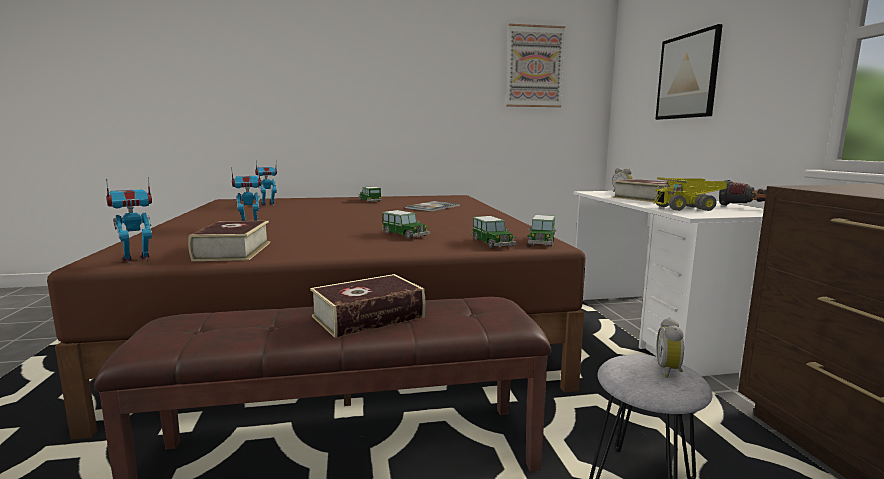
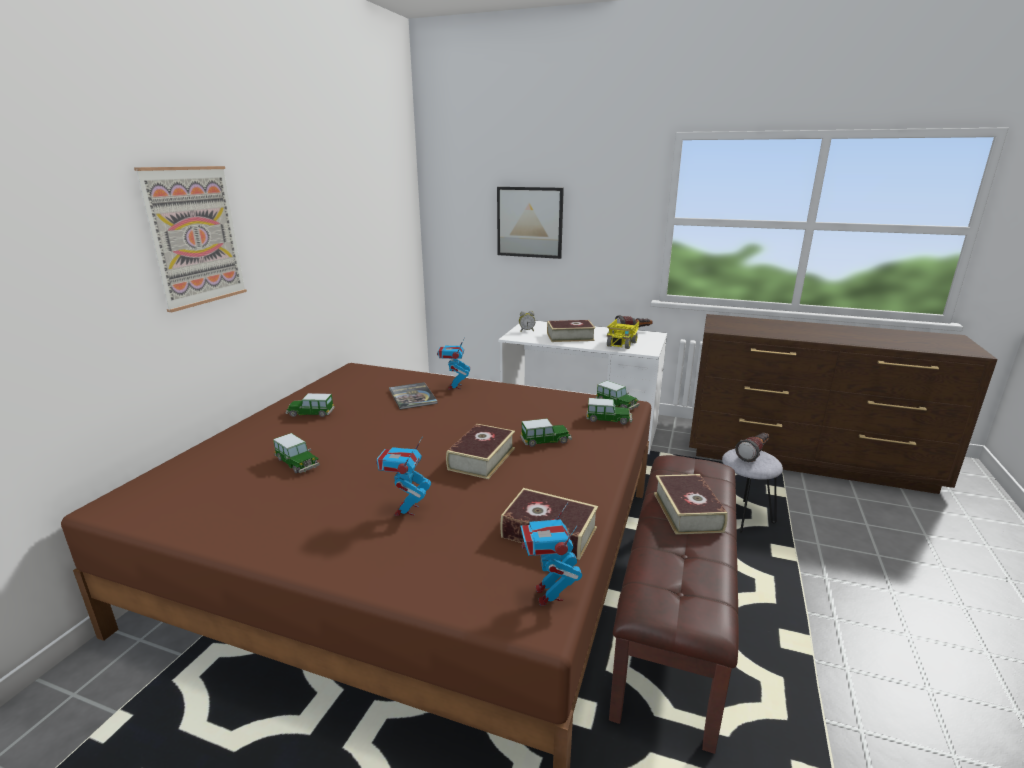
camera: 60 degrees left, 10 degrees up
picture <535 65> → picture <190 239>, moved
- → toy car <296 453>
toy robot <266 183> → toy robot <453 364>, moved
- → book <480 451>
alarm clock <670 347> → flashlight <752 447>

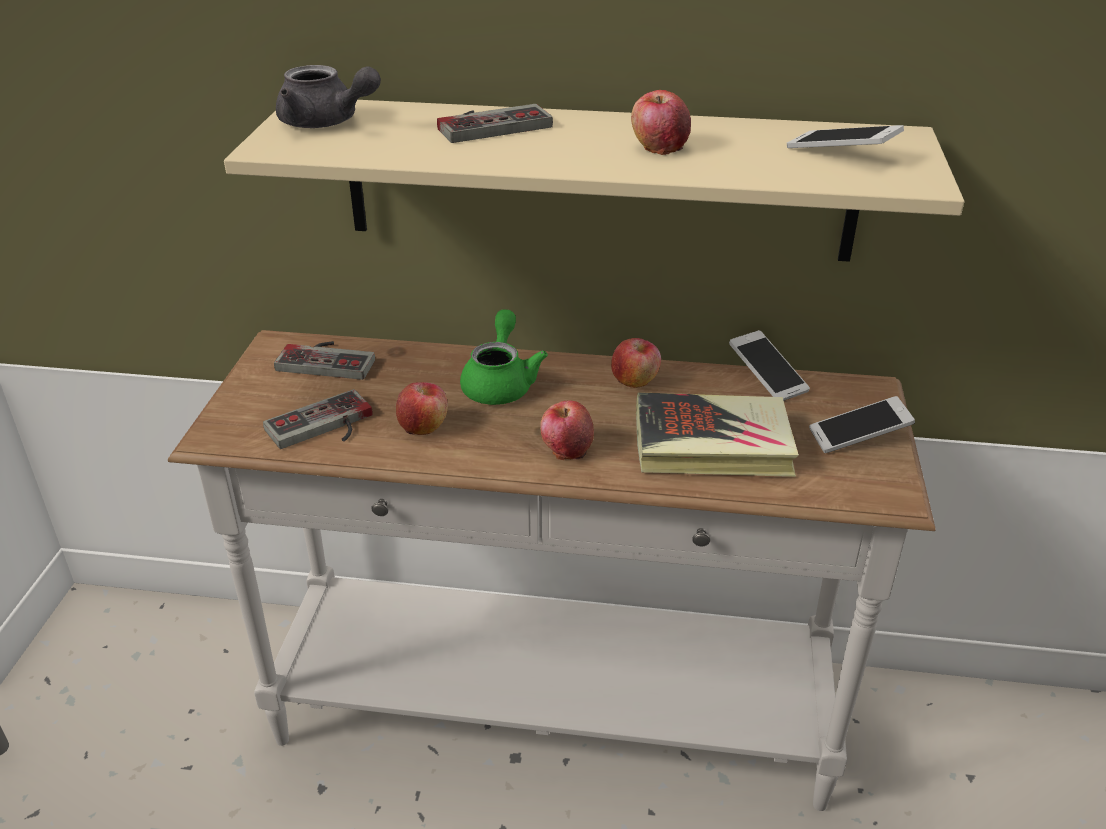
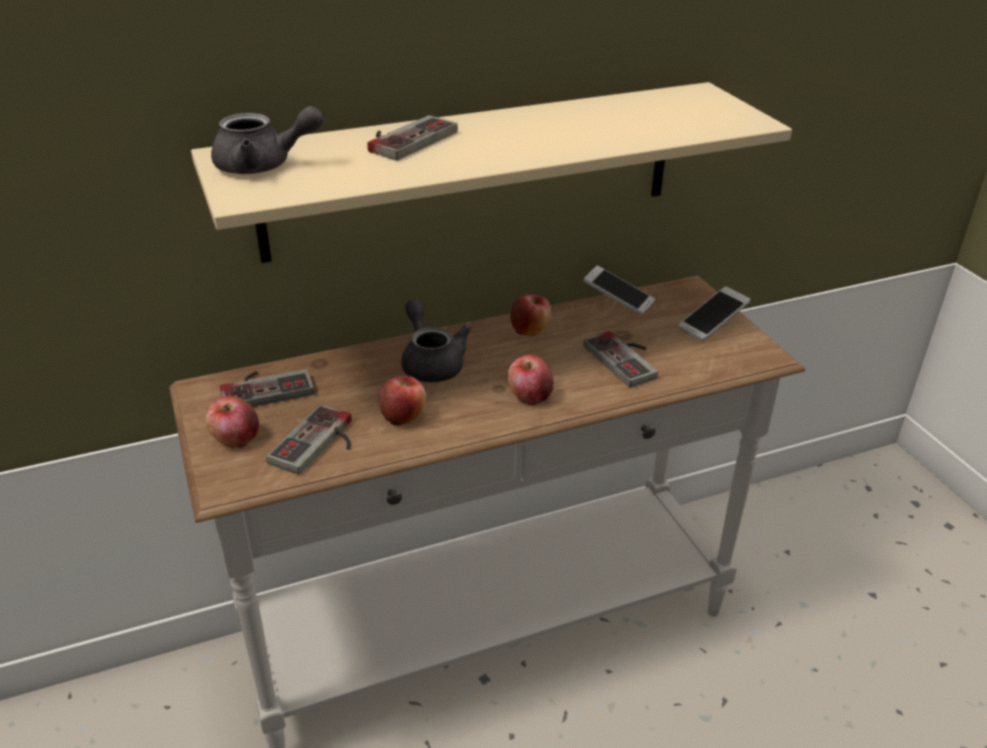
camera: 30 degrees left, 0 degrees up
apple <661 122> → apple <232 422>, moved
teapot (green) <504 357> → teapot (grey) <436 340>
book <717 434> → game controller <620 359>
phone <845 136> → -

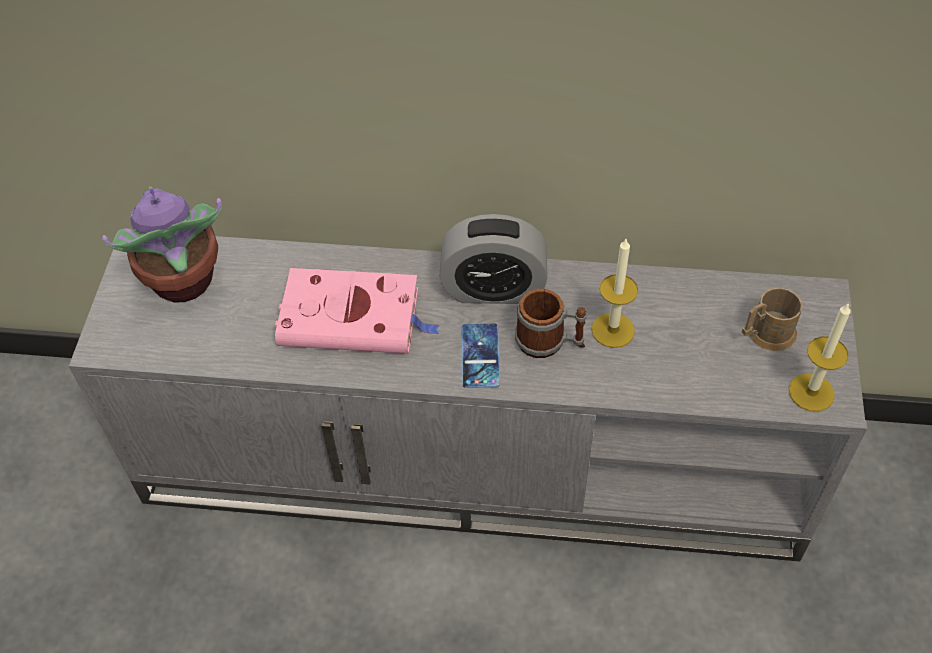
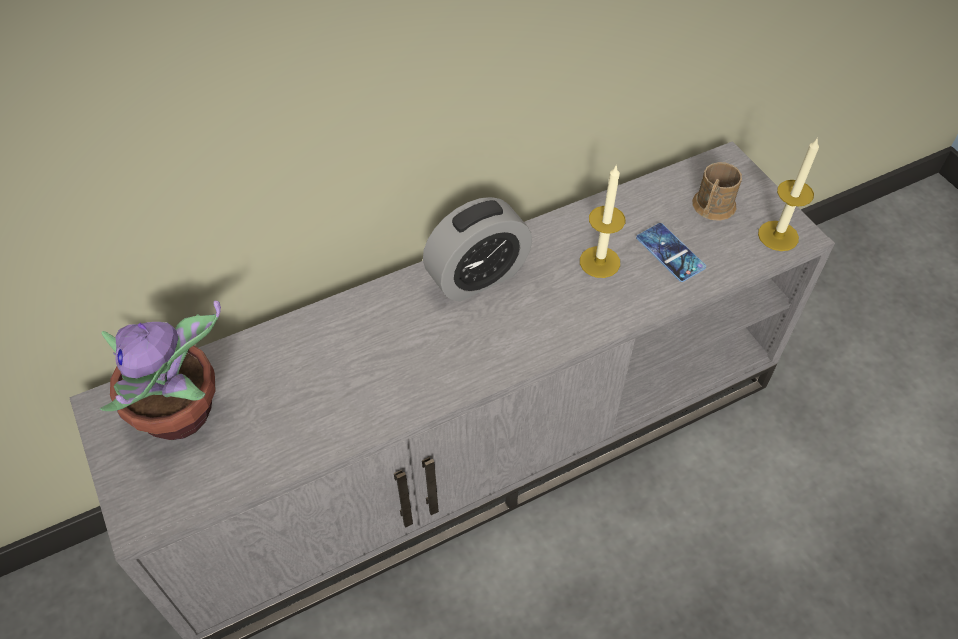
camera: 35 degrees left, 0 degrees up
phone <481 355> → phone <671 252>, moved
book (pink) <357 311> → -
mug <551 323> → -

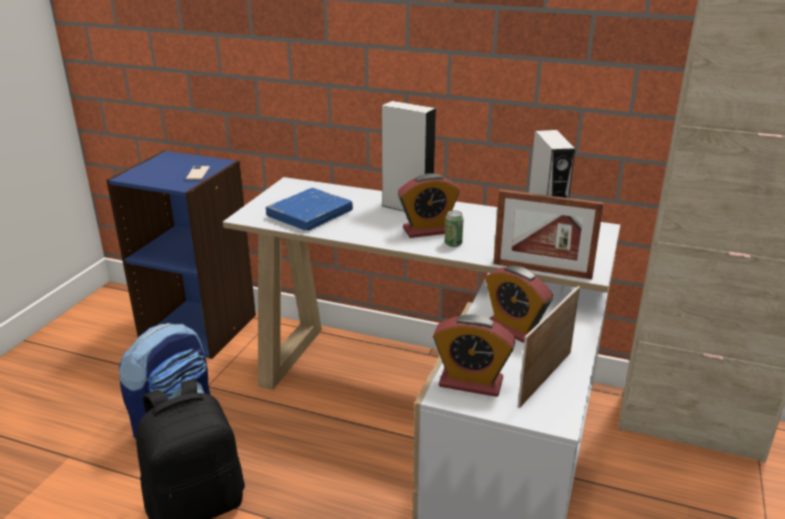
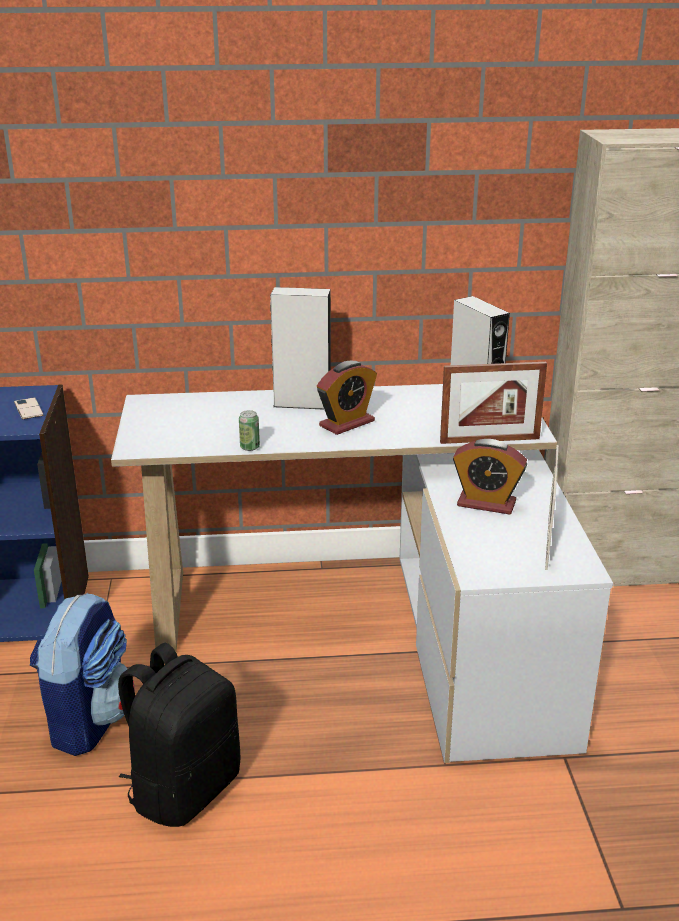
camera: 25 degrees left, 0 degrees up
can <454 229> → can <249 430>, moved
book (blue) <309 209> → -
alarm clock <474 355> → -

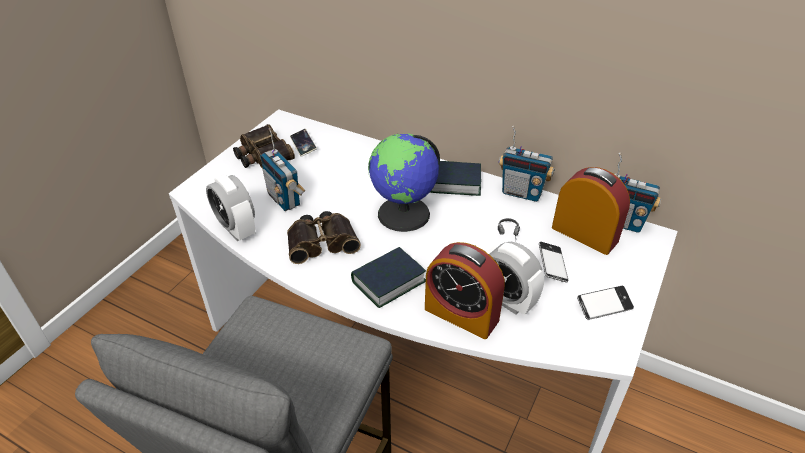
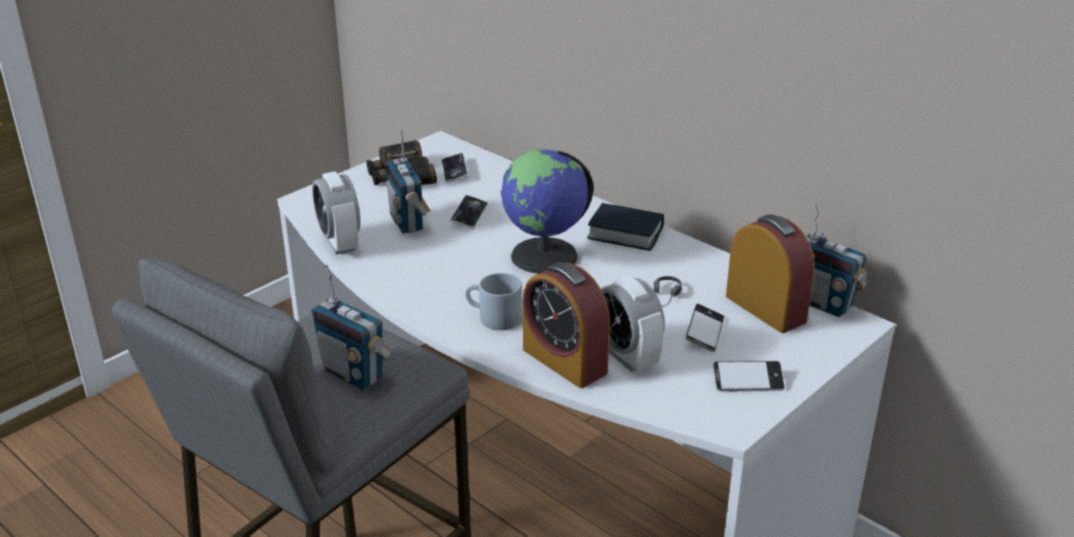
camera: 15 degrees right, 10 degrees down
radio <527 164> → radio <352 327>, moved
- → phone <469 212>
book <388 277> → mug (grey) <494 301>
binoculars <324 237> → -

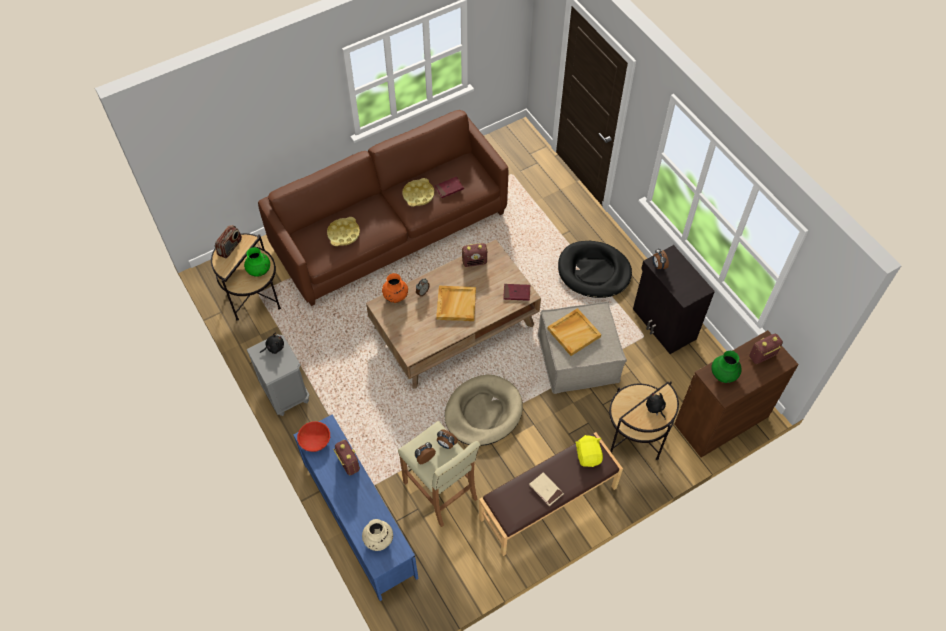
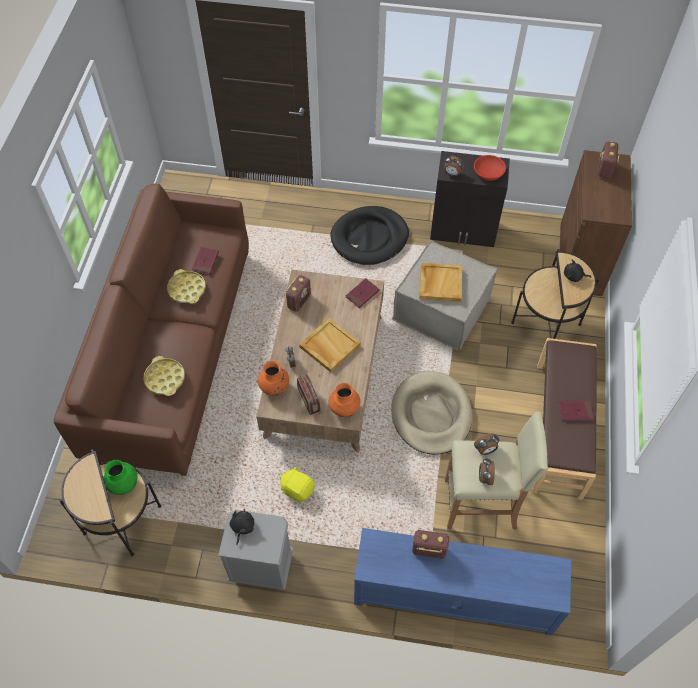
camera: 50 degrees left, 0 degrees up
plush toy (yellow) <589 451> → plush toy (yellow) <297 484>, moved
radio <228 242> → radio <309 394>, moved
- → vase (orange) <344 400>
bowl (red) <313 436> → bowl (red) <490 168>, moved
book (beige) <546 489> → book (red) <576 411>
vase (beige) <377 535> → -
vase (green) <726 367> → -

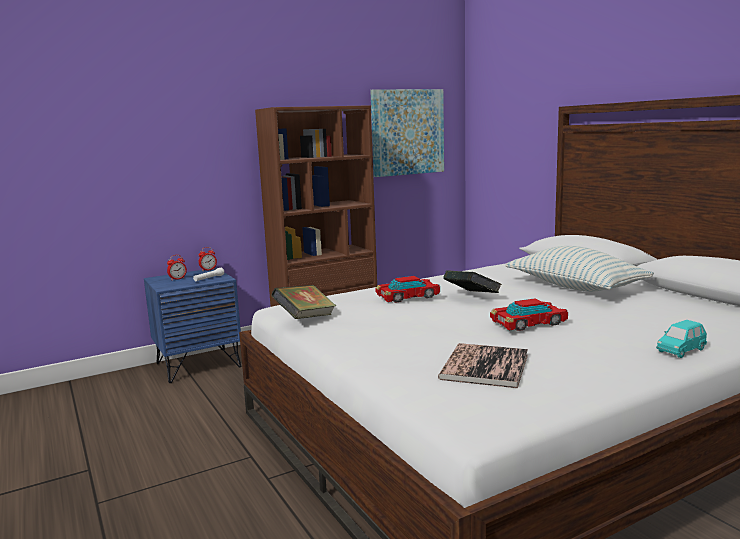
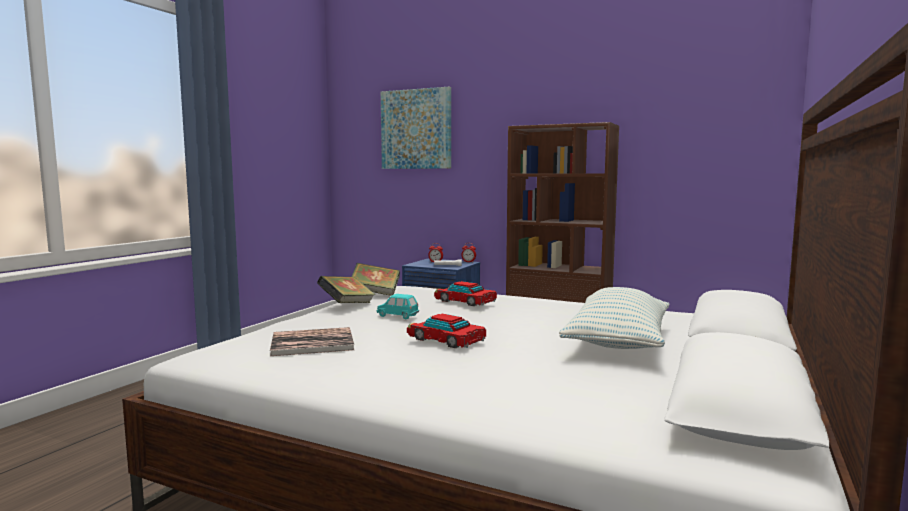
camera: 55 degrees right, 5 degrees down
book <472 281> → book <346 289>, moved
toy car (turquoise) <681 339> → toy car (turquoise) <397 306>, moved
picture <407 133> → picture <416 128>, moved

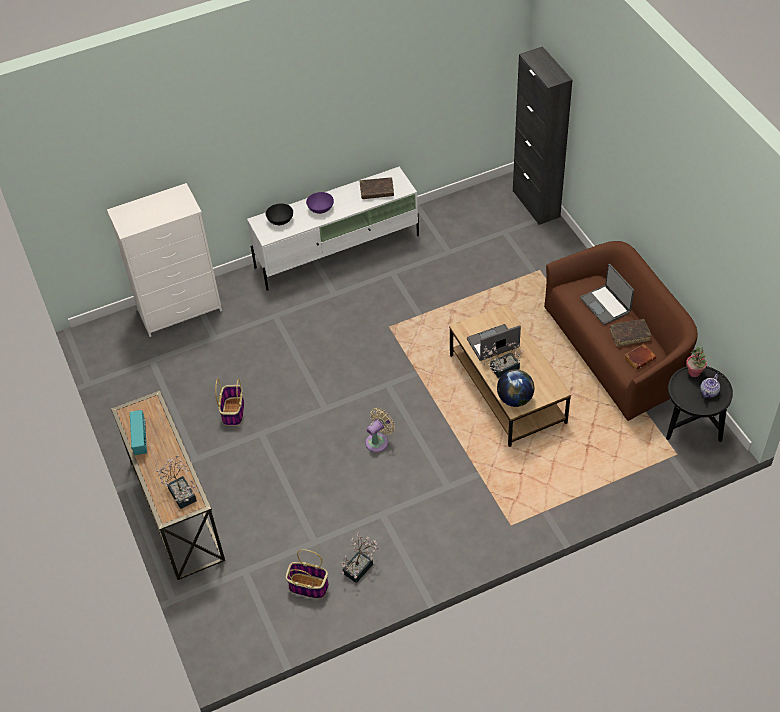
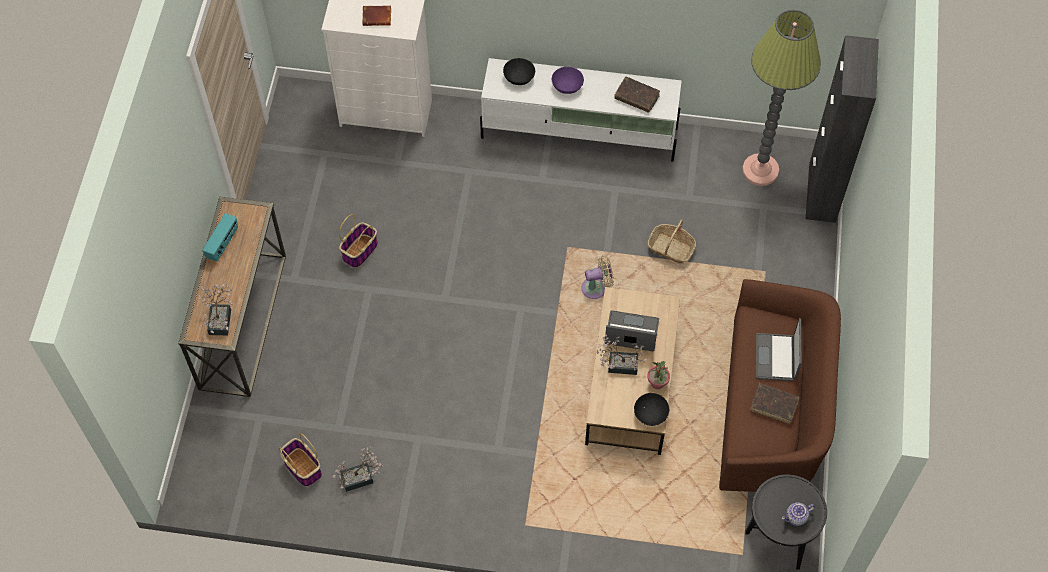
camera: 30 degrees right, 10 degrees up
book (brown) <640 357> → book (brown) <376 16>, moved
fan (beige) <380 430> → fan (beige) <598 277>, moved
- → bowl (black) <651 409>
potted plant <696 361> → potted plant <658 375>, moved
- → basket <672 241>
- → floor lamp <781 98>
globe <515 388> → -

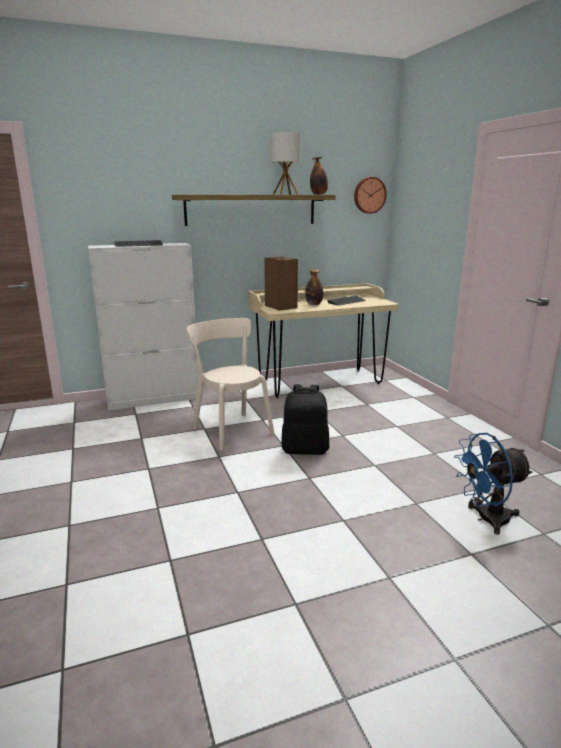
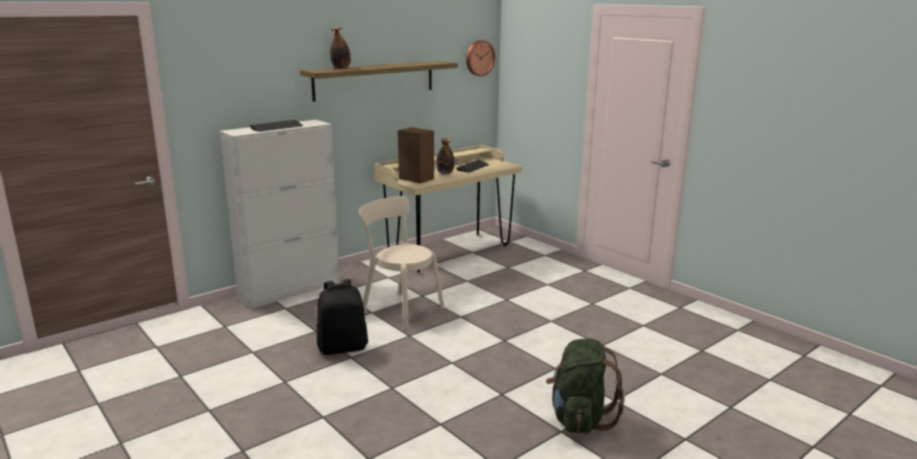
camera: 20 degrees left, 0 degrees up
backpack (black) <305 419> → backpack (black) <342 317>, moved
bottle <319 176> → bottle <340 48>, moved
- → backpack (green) <585 386>
table lamp <285 163> → -
fan (blue) <493 484> → -

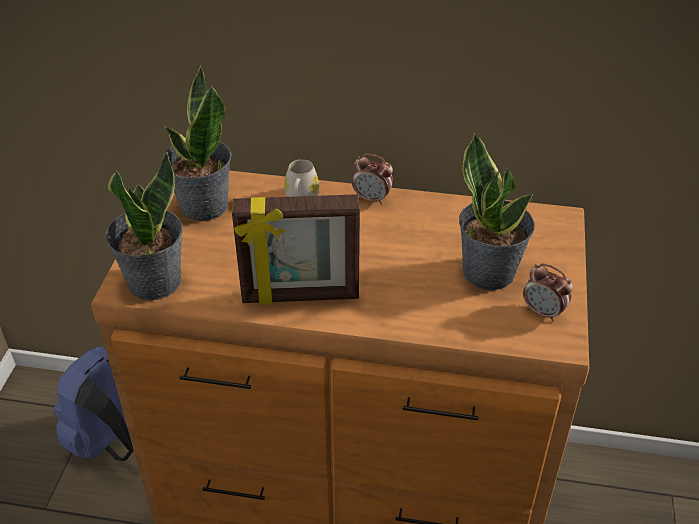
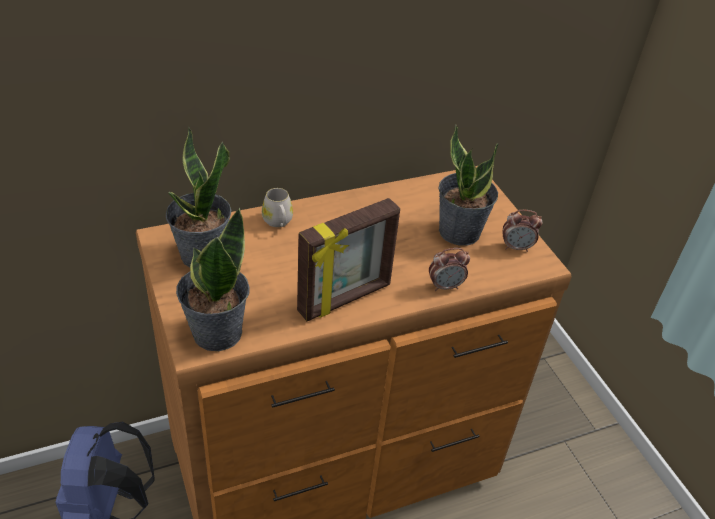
camera: 35 degrees left, 0 degrees up
alarm clock <372 179> → alarm clock <449 269>, moved

